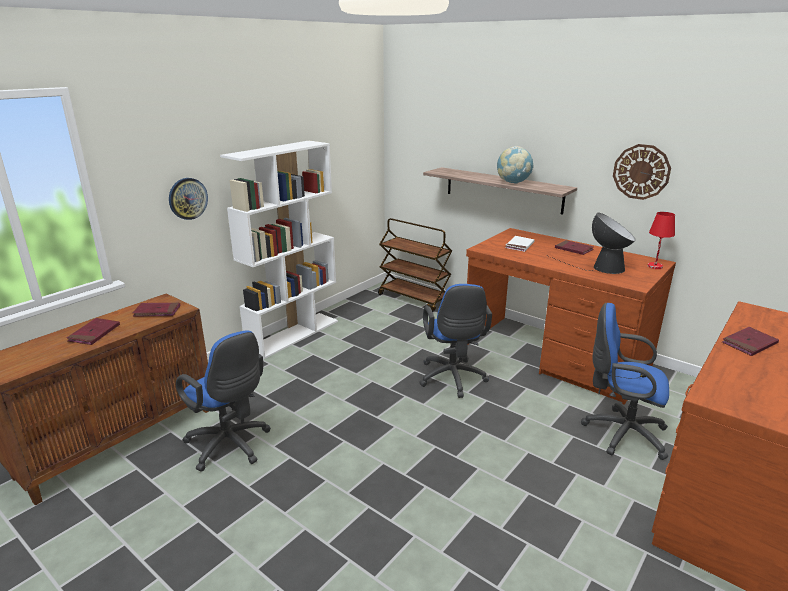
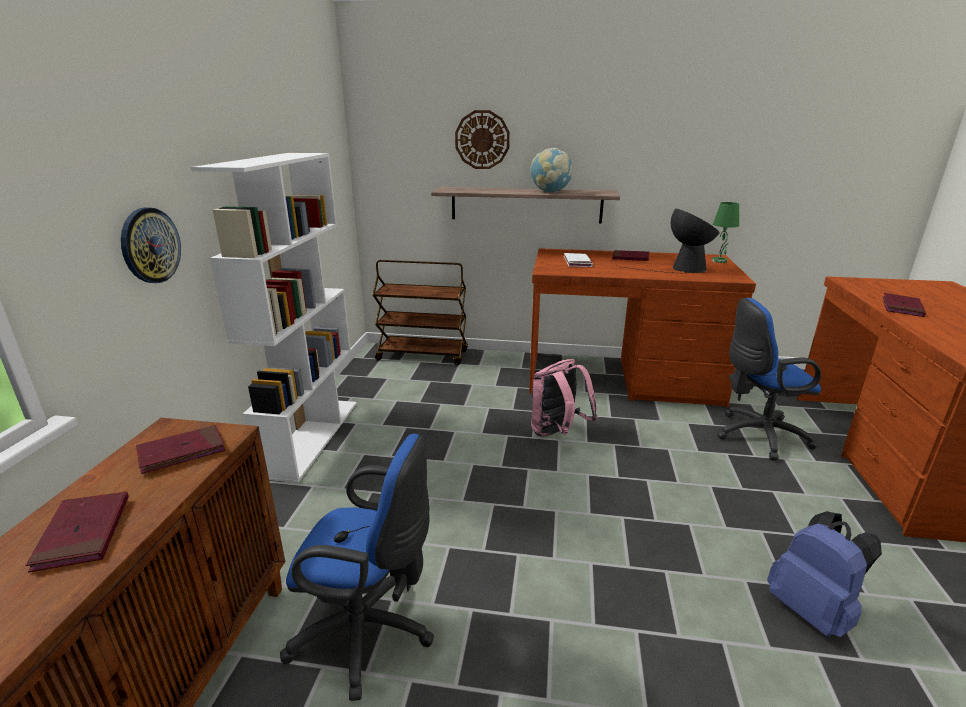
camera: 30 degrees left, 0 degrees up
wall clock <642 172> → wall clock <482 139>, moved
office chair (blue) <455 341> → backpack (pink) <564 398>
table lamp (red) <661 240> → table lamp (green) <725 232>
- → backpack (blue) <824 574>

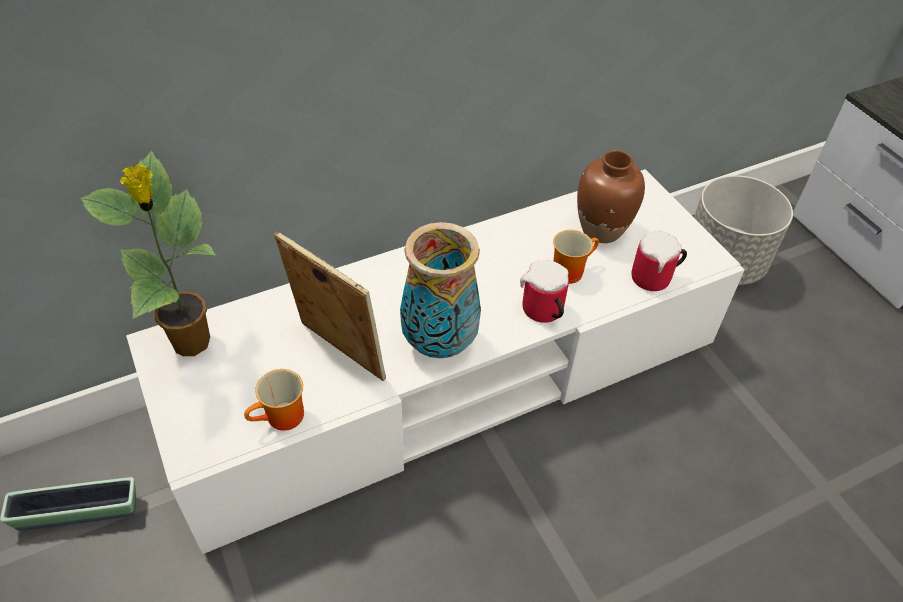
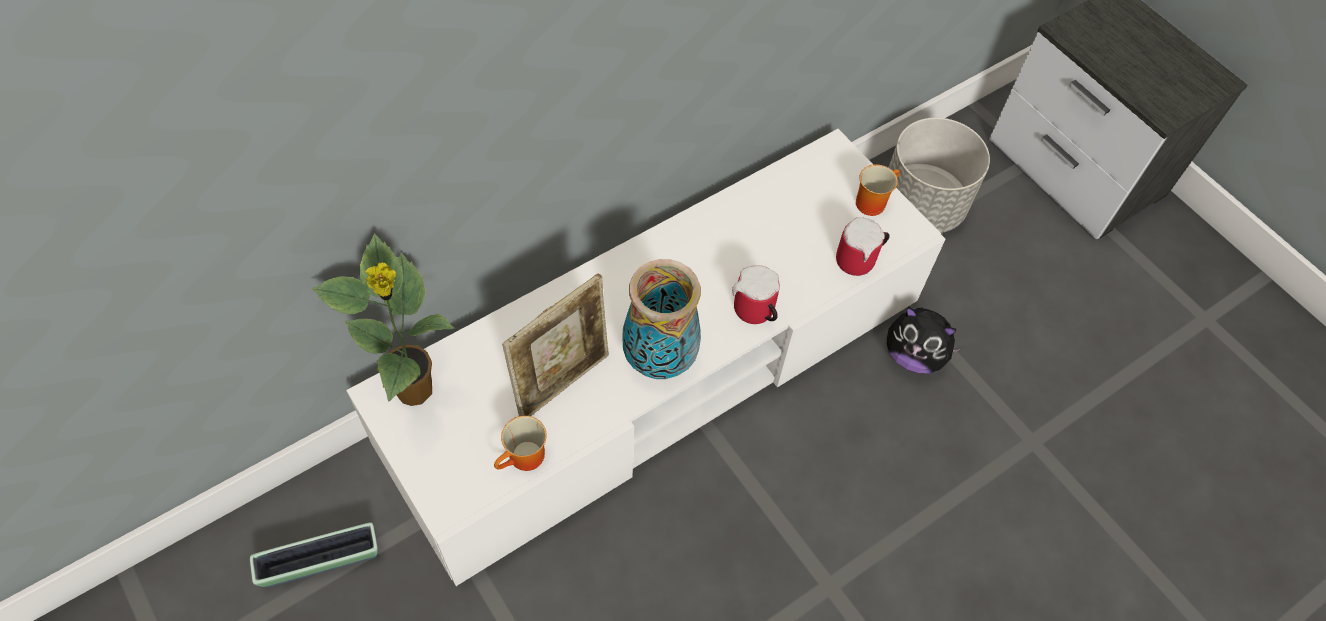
camera: 10 degrees left, 10 degrees up
picture frame <330 306> → picture frame <555 344>, 105 degrees clockwise
mug <576 257> → mug <878 190>, moved
- → plush toy <924 339>
vase (brown) <611 196> → -

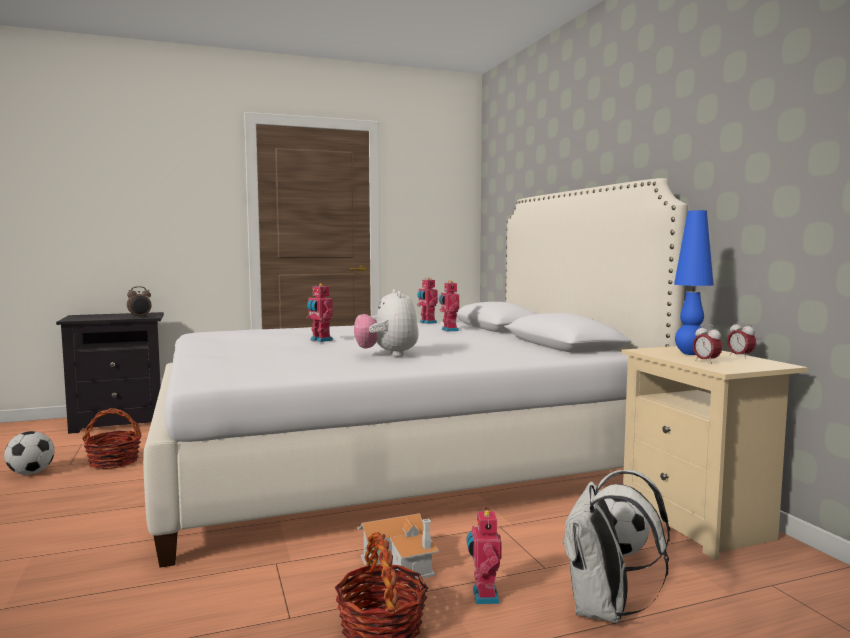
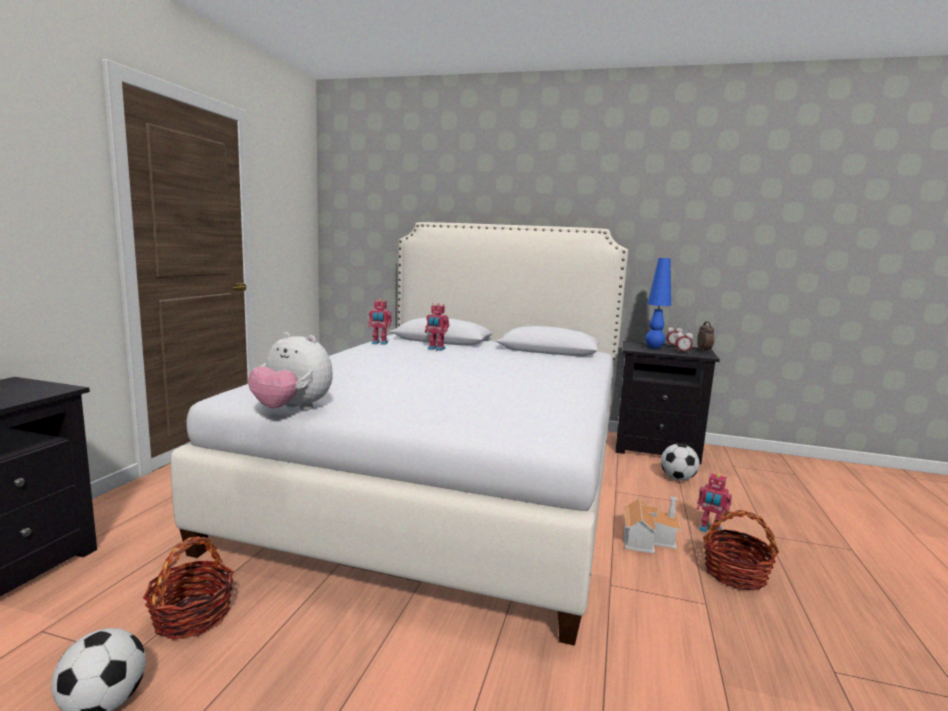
camera: 55 degrees left, 5 degrees up
plush toy <386 323> → plush toy <290 371>, moved
nightstand (beige) <714 453> → nightstand (black) <667 402>
alarm clock <139 302> → alarm clock <705 336>, moved
toy robot <320 312> → -
backpack (white) <616 546> → -

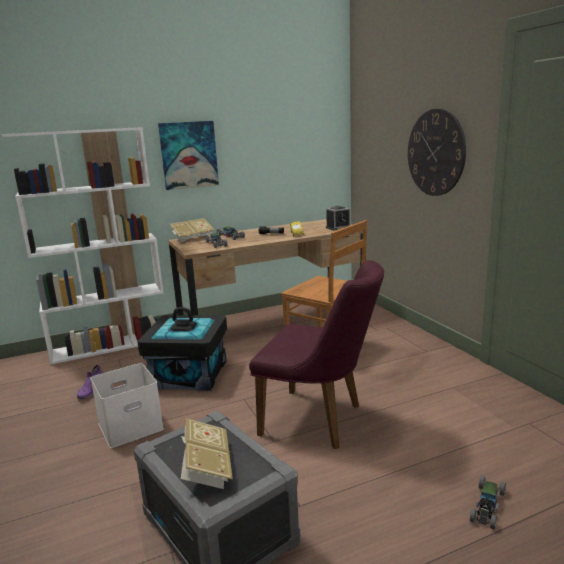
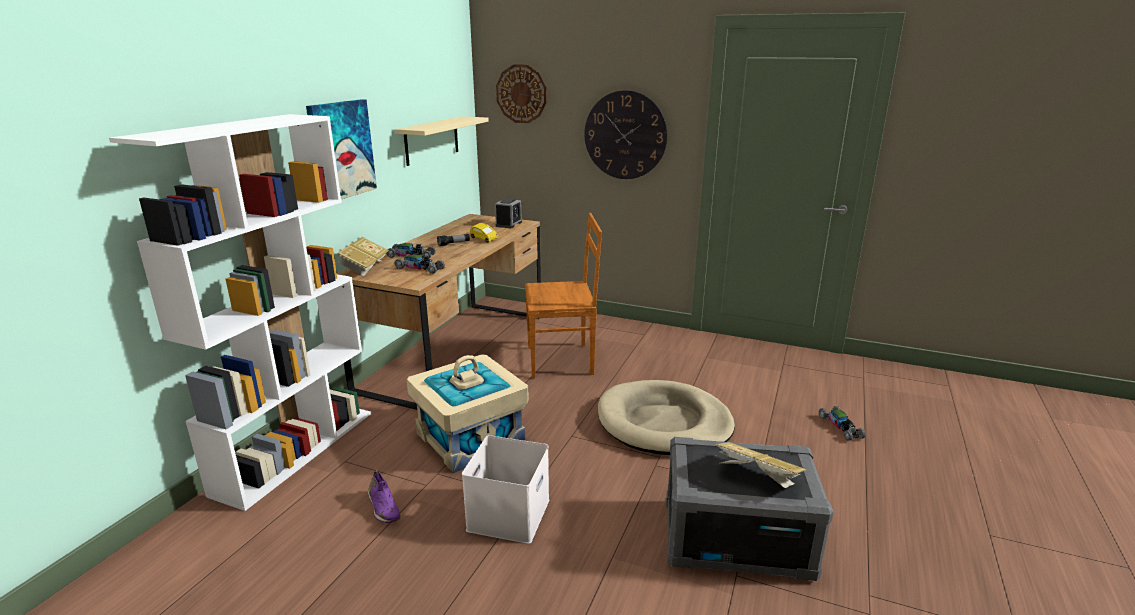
camera: 45 degrees left, 5 degrees up
- → shelf (beige) <442 141>
storage box (black) <182 349> → storage box (beige) <467 413>
- → wall clock <521 93>
chair (purple) <316 354> → dog bed (beige) <666 417>

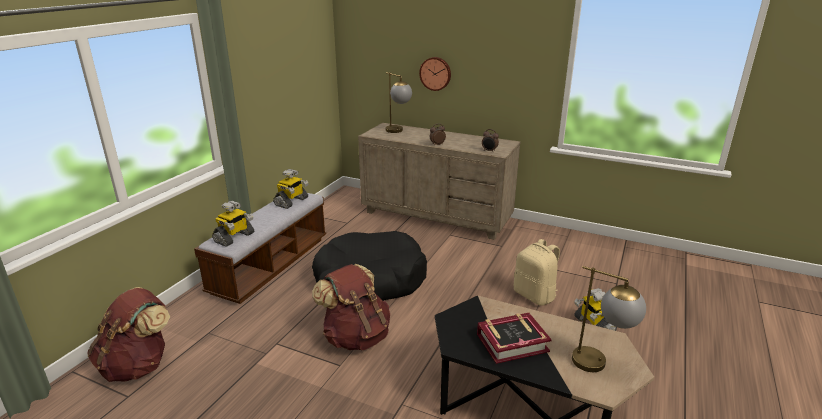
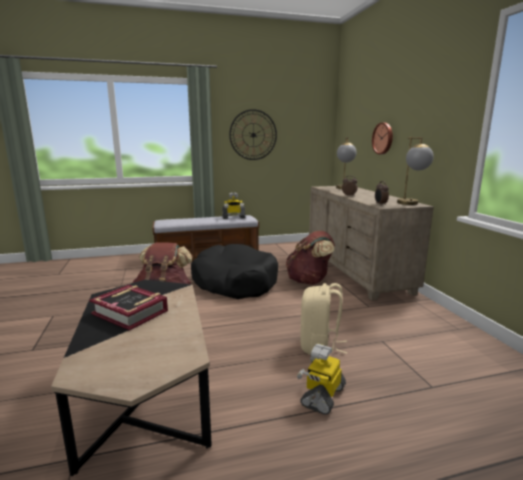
camera: 50 degrees right, 10 degrees down
- → wall clock <253 134>
backpack (brown) <128 334> → backpack (brown) <310 258>, moved
table lamp <609 319> → table lamp <415 171>, moved
toy robot <233 224> → -

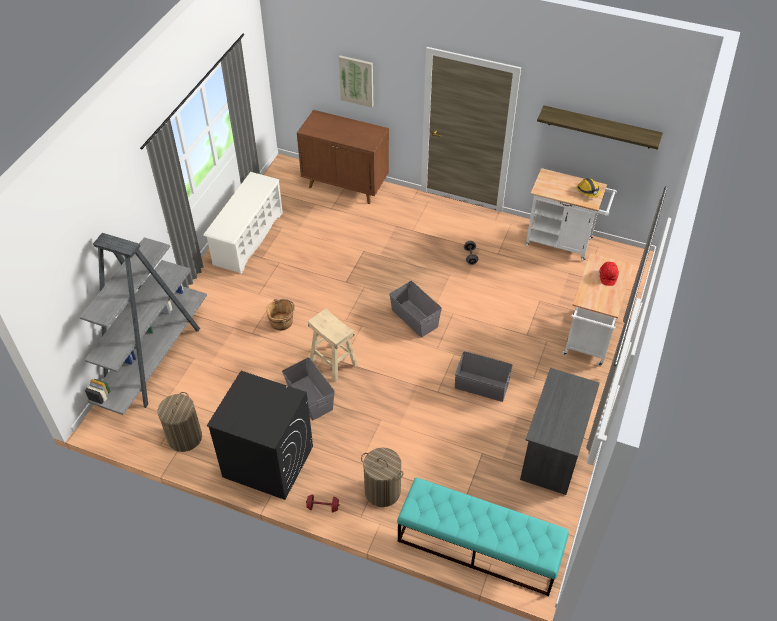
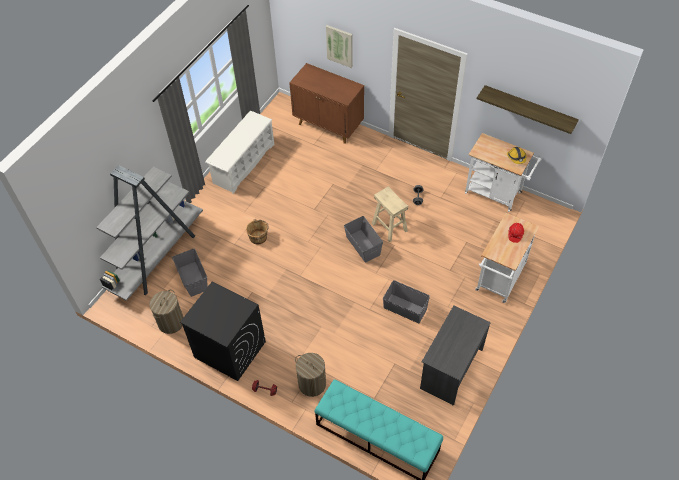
camera: 10 degrees right, 5 degrees up
storage box (grey) <308 388> → storage box (grey) <190 273>, moved
stool (beige) <333 345> → stool (beige) <390 214>, moved

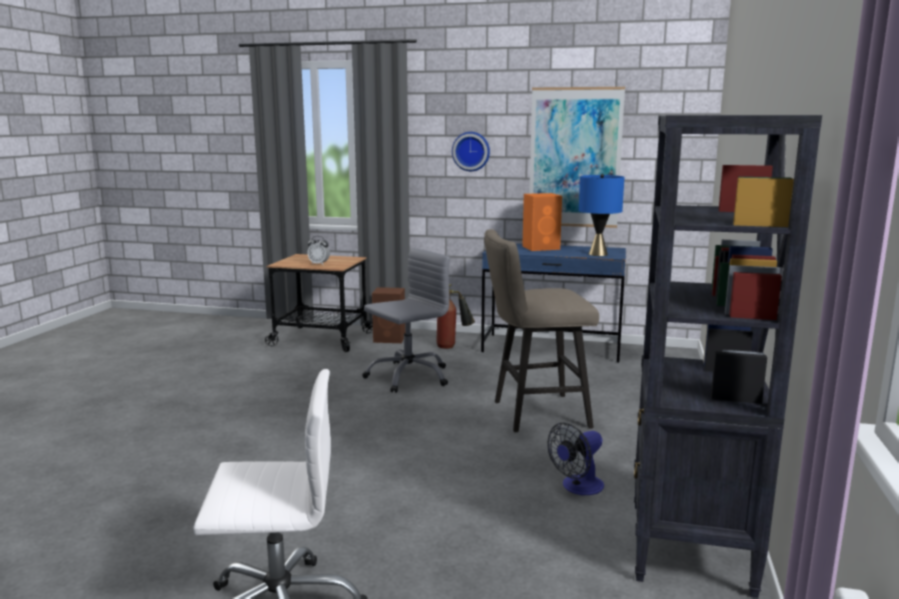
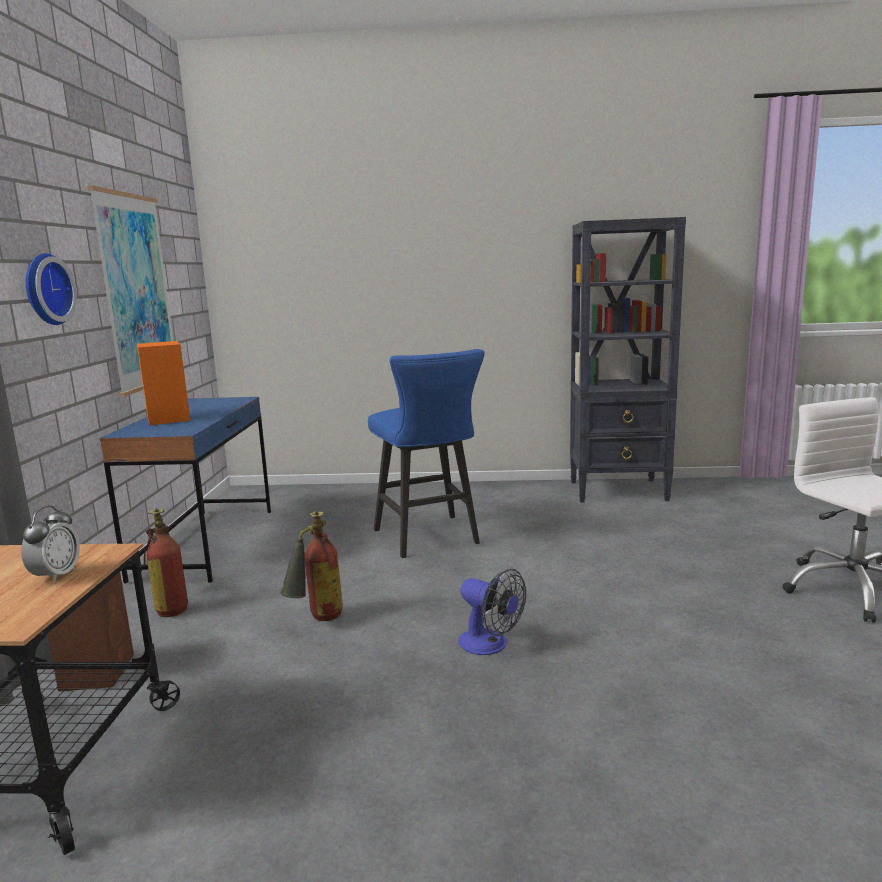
camera: 100 degrees left, 0 degrees up
office chair (grey) <406 320> → fire extinguisher <312 566>
stool (beige) <541 330> → stool (blue) <426 453>
fan <575 459> → fan <492 612>, moved
table lamp (blue) <601 215> → -

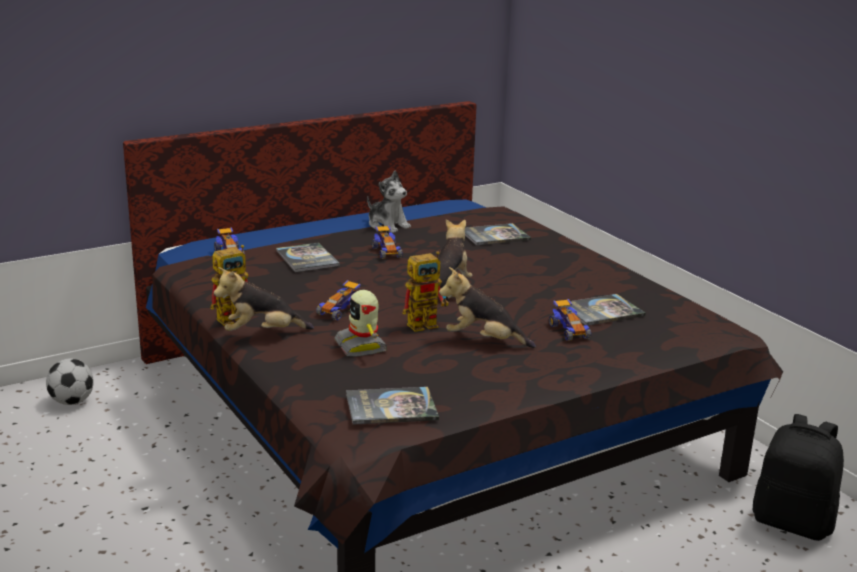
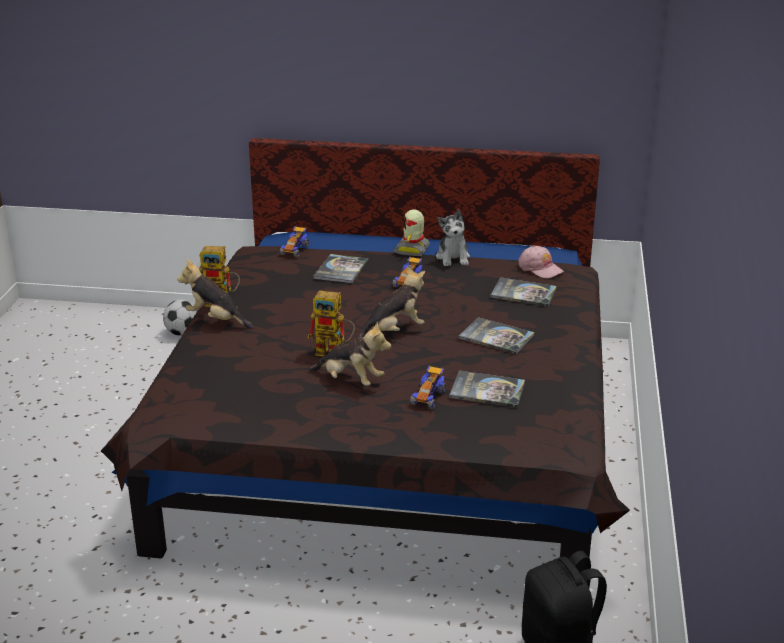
camera: 40 degrees right, 5 degrees up
plush toy <487 307> → plush toy <349 354>, 150 degrees clockwise
toy robot <360 323> → toy robot <411 233>, moved
book <392 406> → book <496 335>, moved
- → cap (pink) <541 262>
toy car <338 300> → -

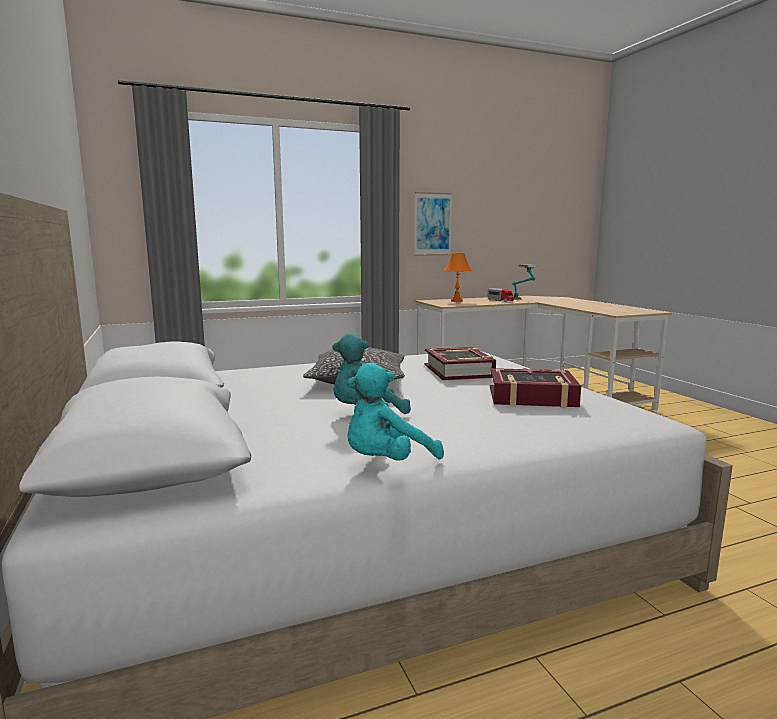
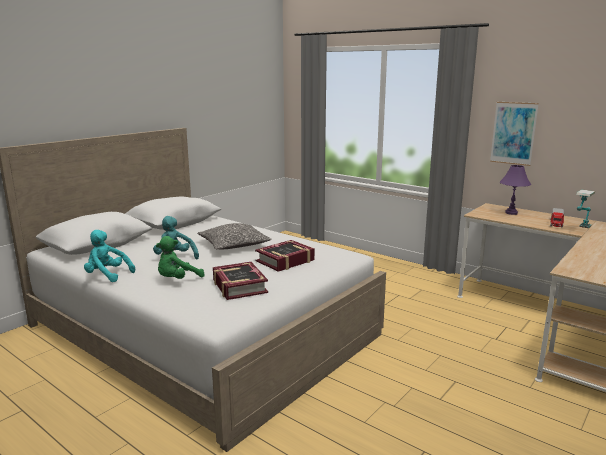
camera: 60 degrees right, 5 degrees up
- → plush toy (green) <180 257>
table lamp (orange) <457 277> → table lamp (purple) <515 190>

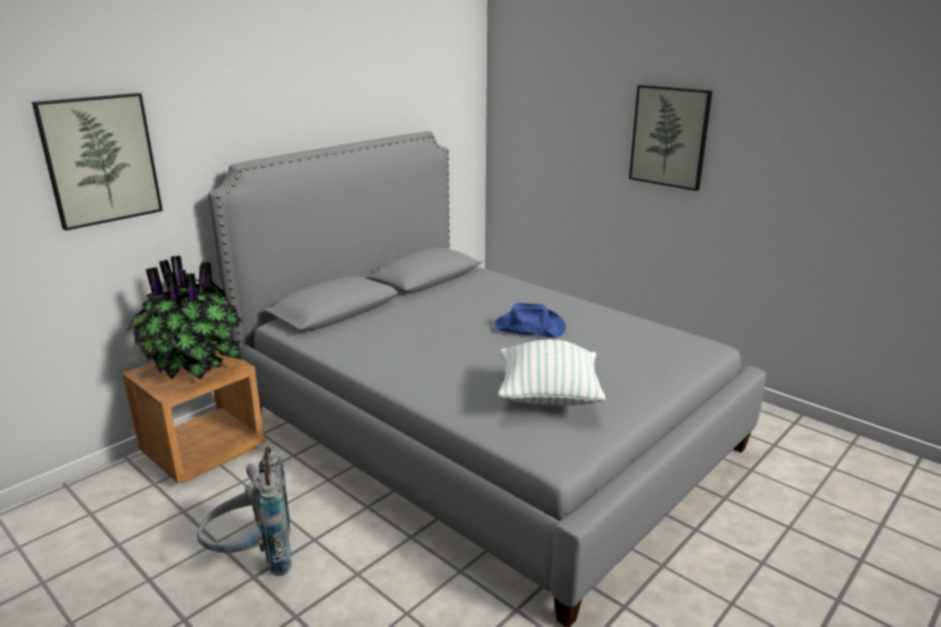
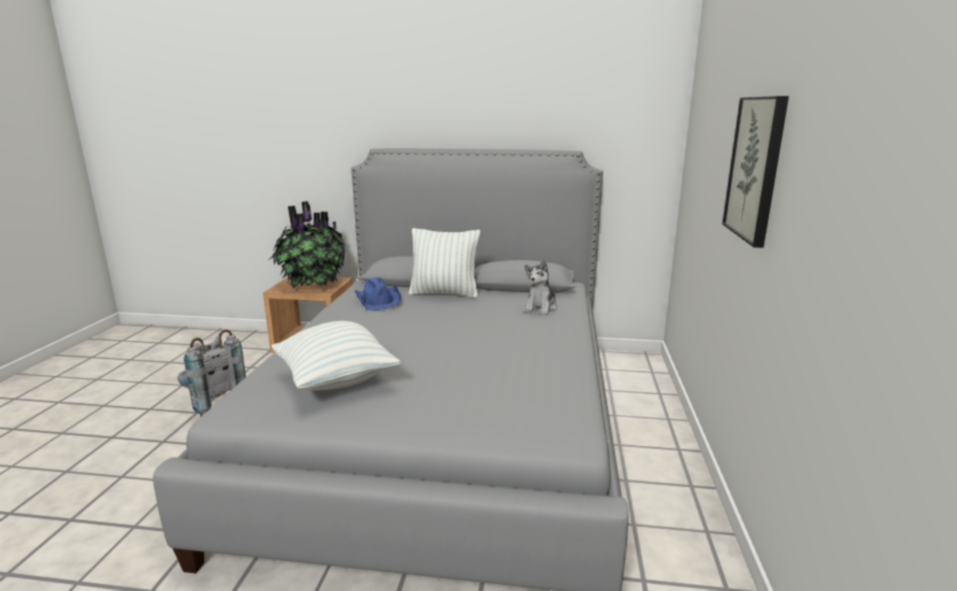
camera: 55 degrees right, 5 degrees down
hat (blue) <530 320> → hat (blue) <378 294>, moved
- → pillow <444 263>
- → plush toy <540 287>
picture <97 162> → -

